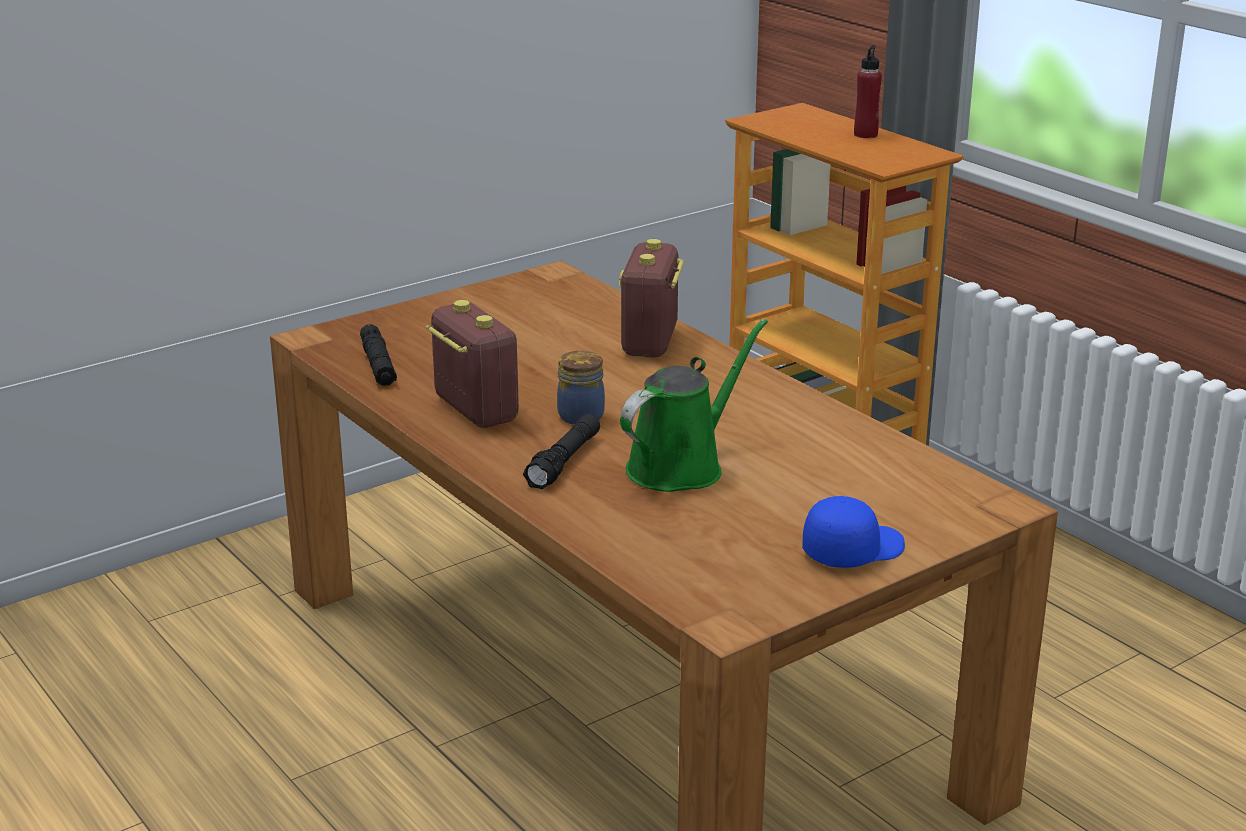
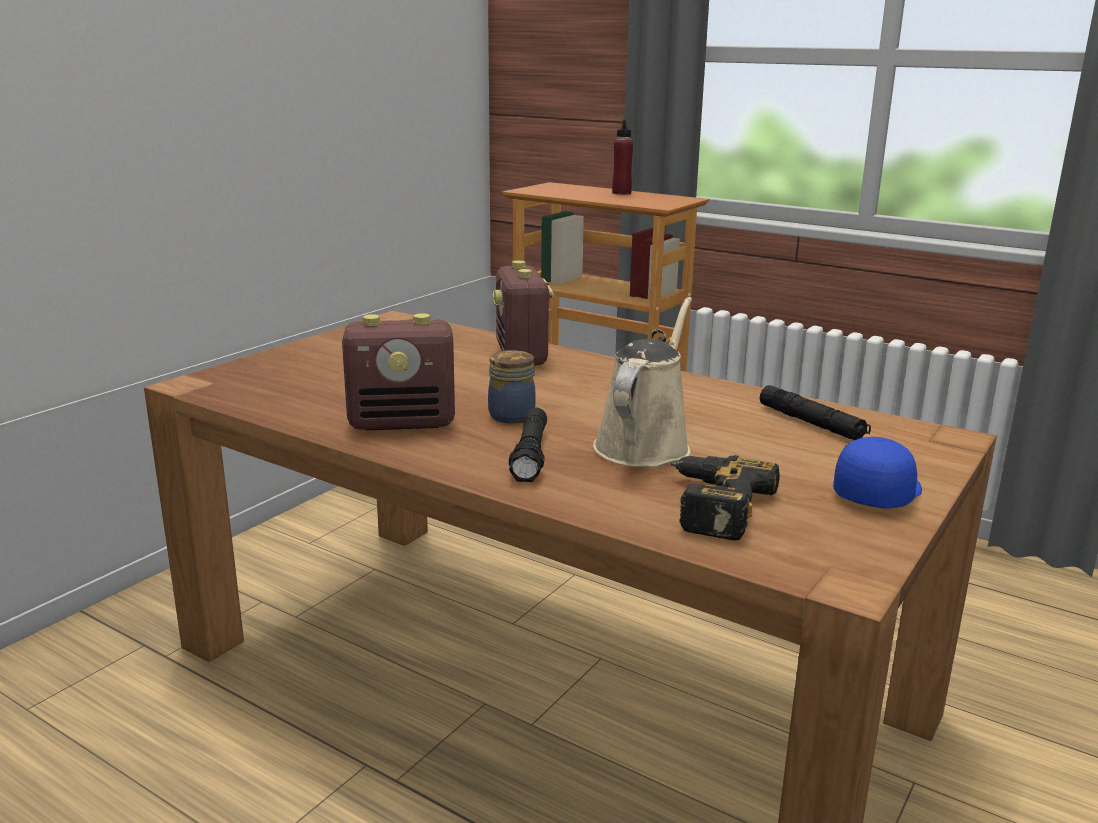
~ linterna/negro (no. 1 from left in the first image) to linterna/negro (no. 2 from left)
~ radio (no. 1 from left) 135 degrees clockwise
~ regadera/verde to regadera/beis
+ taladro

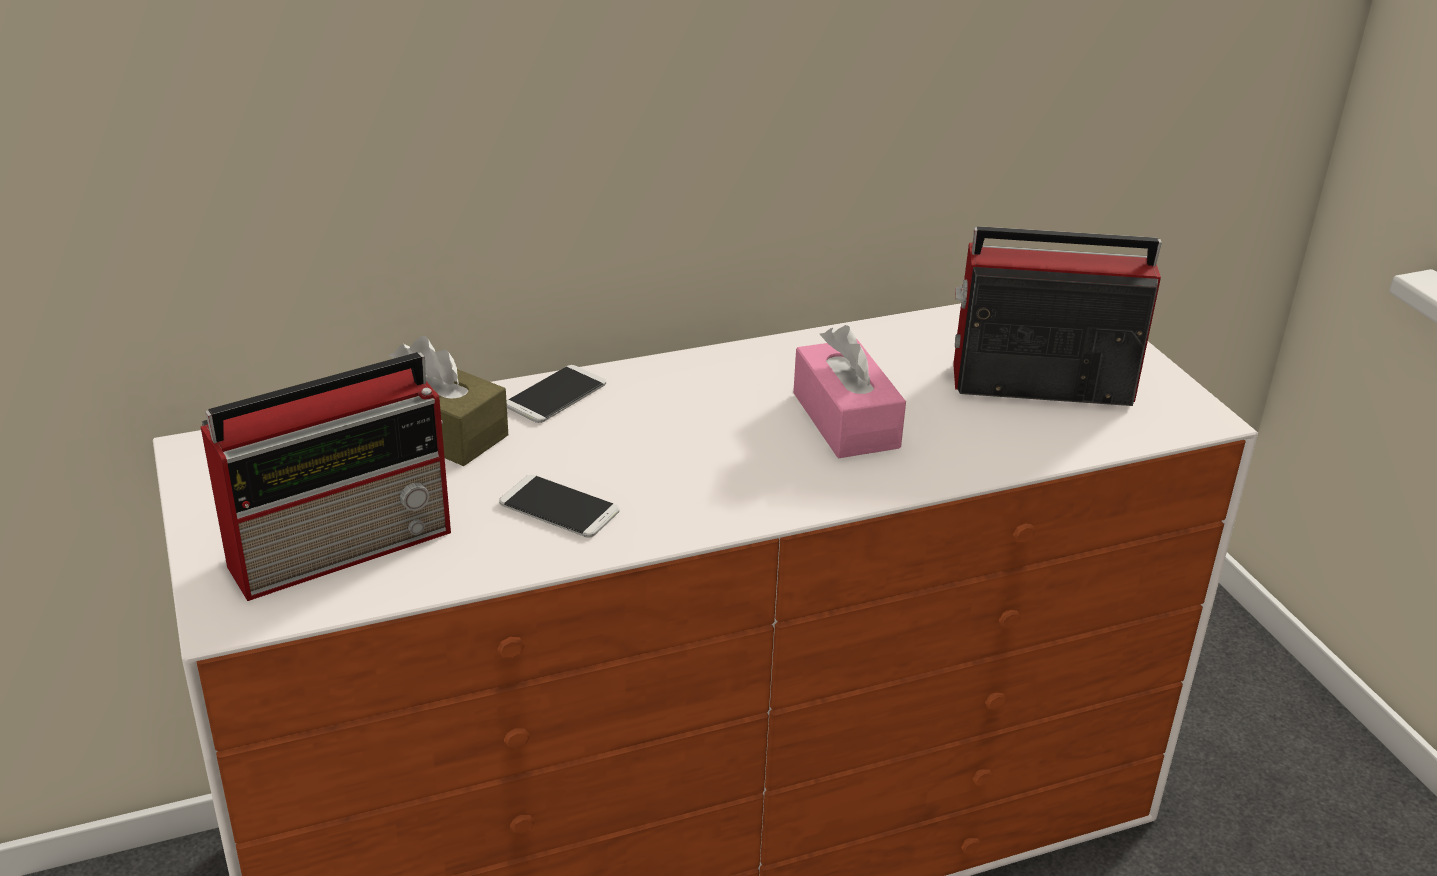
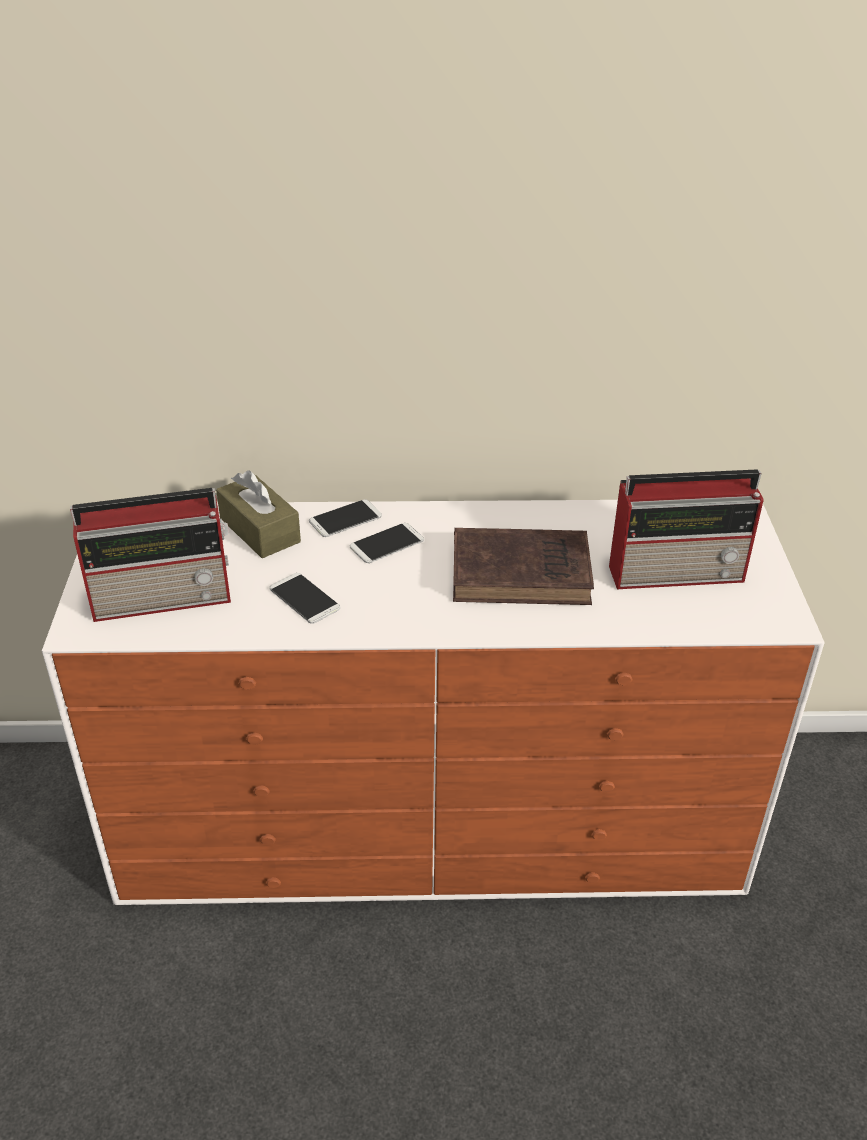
~ caja de pañuelos/rosa to libro/marrón
~ radio (no. 2 from left) 150 degrees clockwise
+ móvil (no. 3 from left)

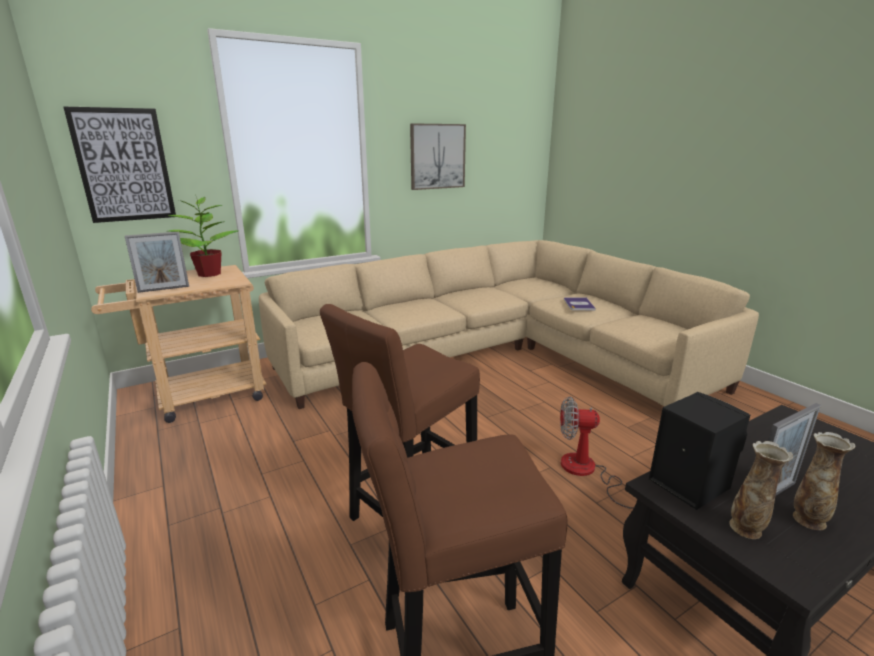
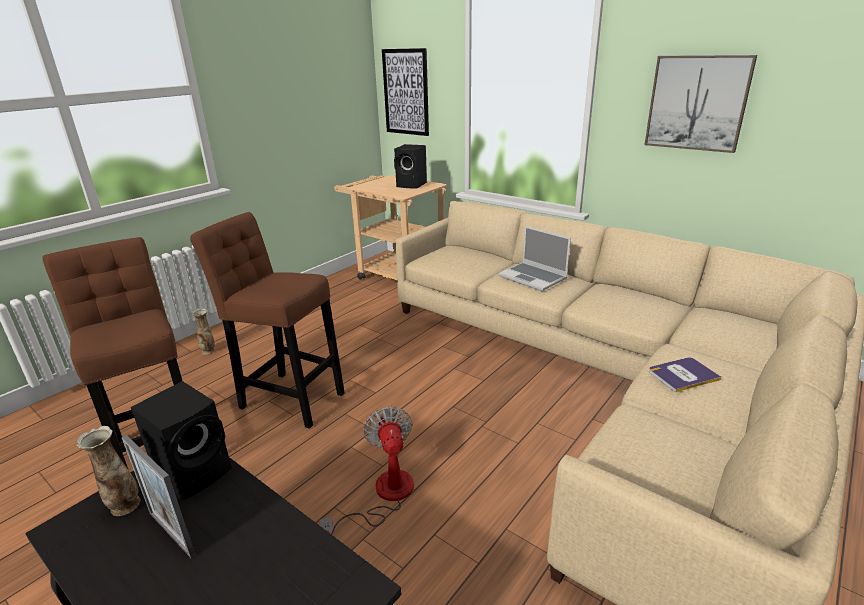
- portarretratos (no. 1 from left)
~ planta en maceta to altavoz/negro (no. 2 from left)
~ florero (no. 2 from left)
+ portátil

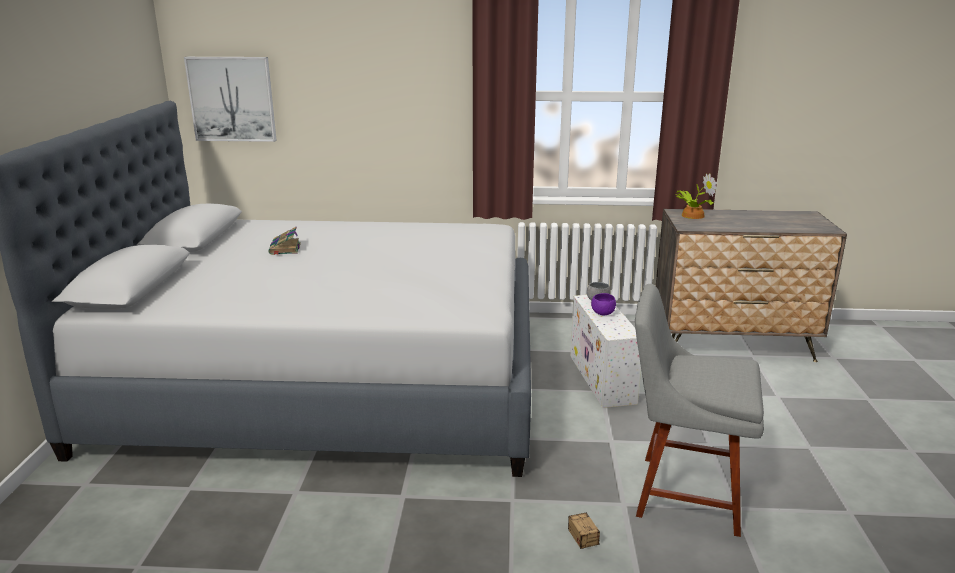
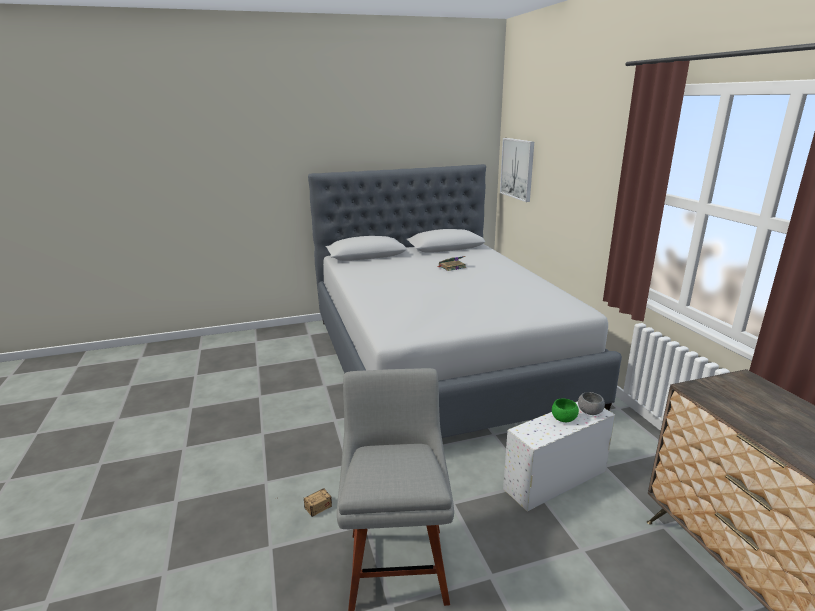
~ cuenco/morado to cuenco/verde
- planta en maceta

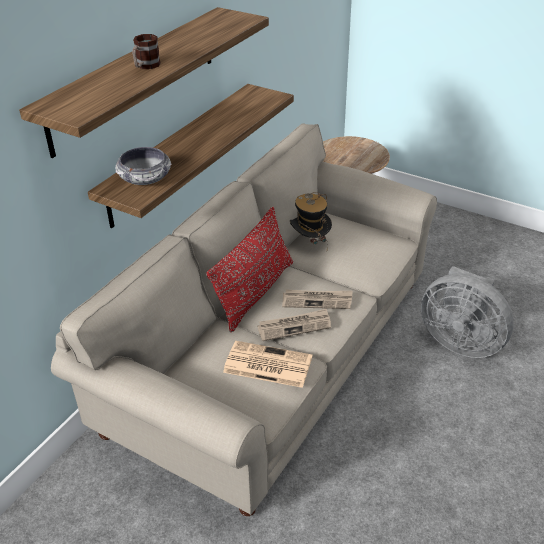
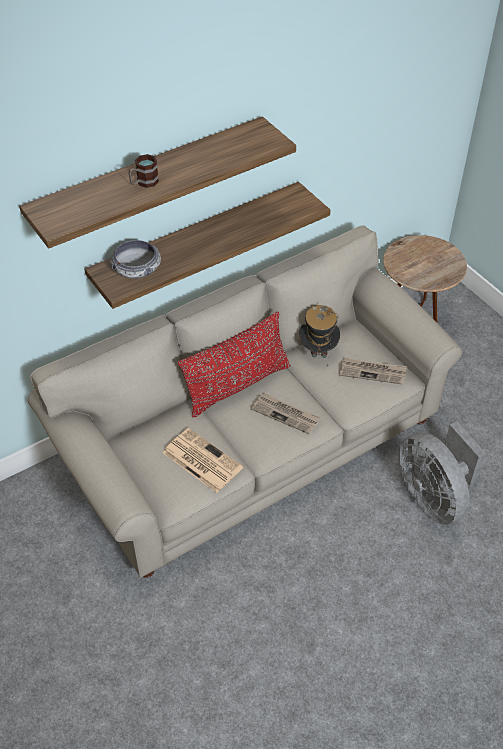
~ periódico (no. 2 from left in the first image) to periódico (no. 3 from left)

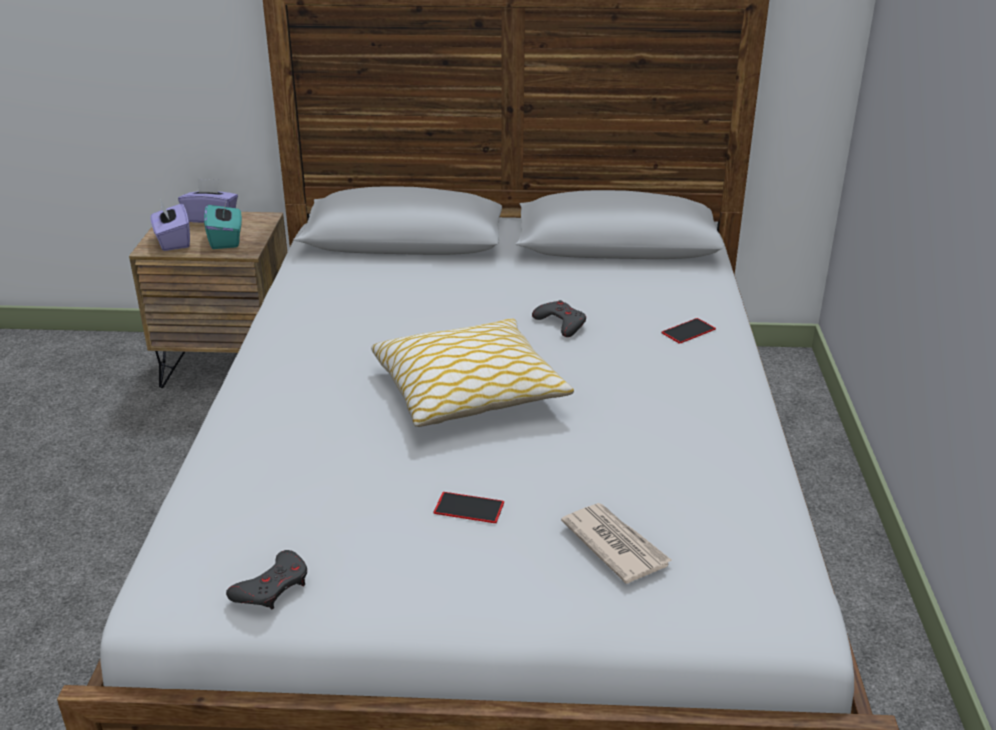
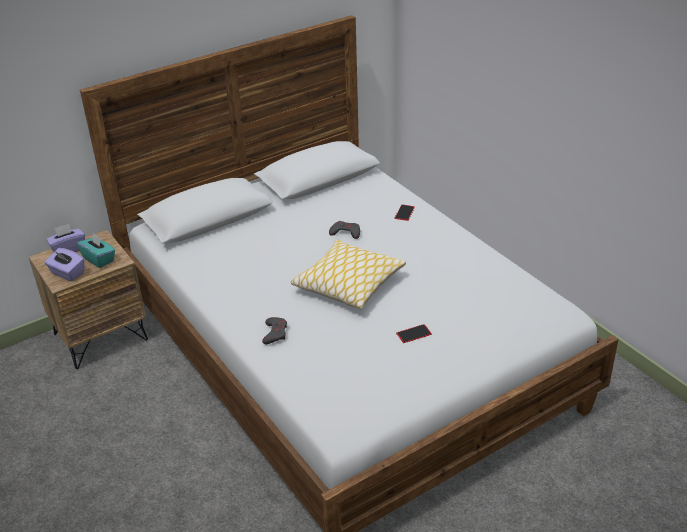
~ mando de consola/gris (no. 1 from left)
- periódico

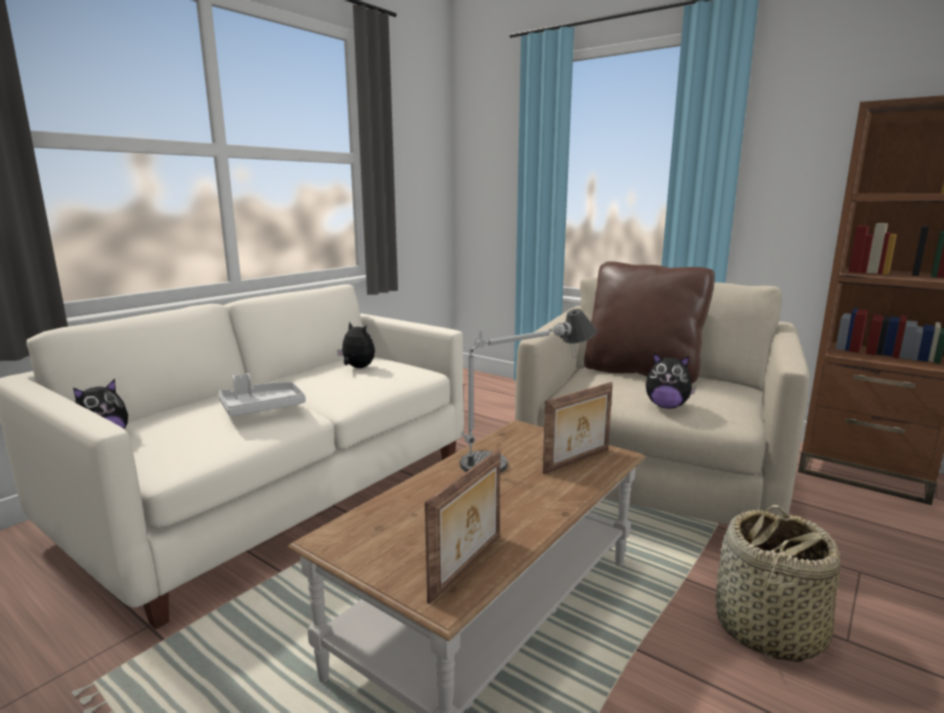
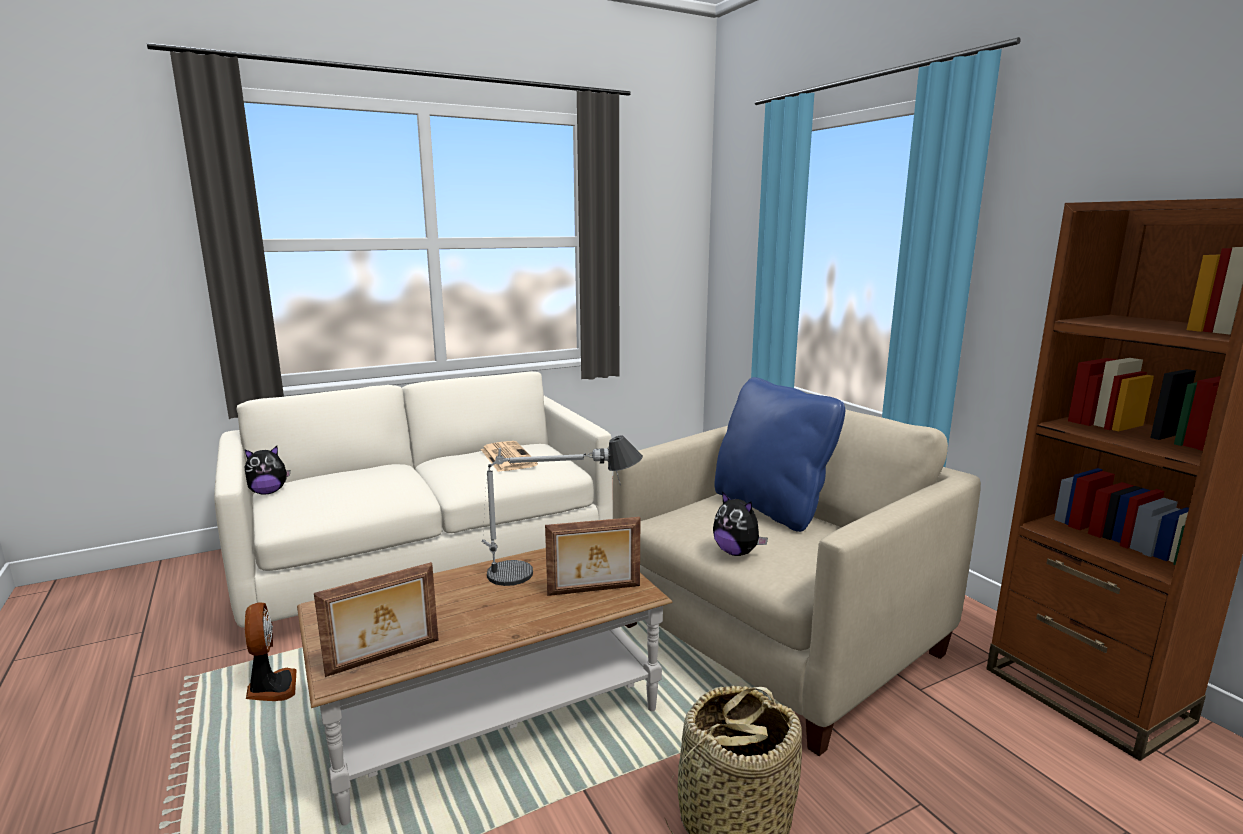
- bandeja/gris
~ peluche (no. 2 from left) to periódico
~ cojín/marrón to cojín/azul
+ ventilador

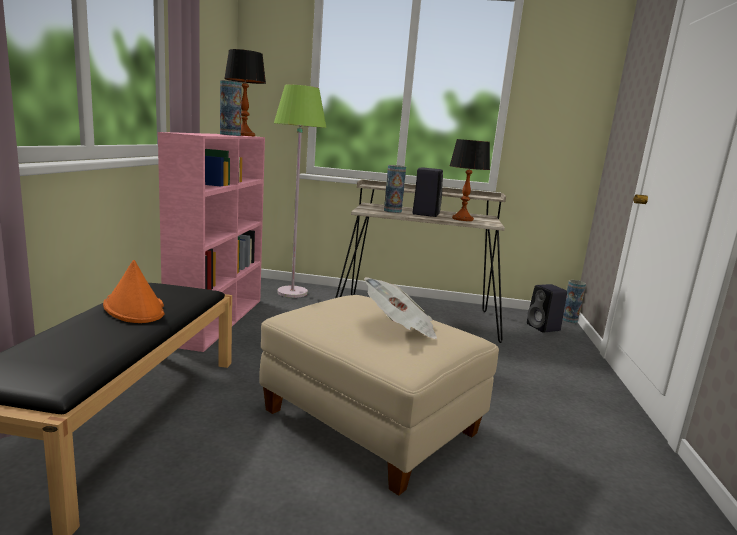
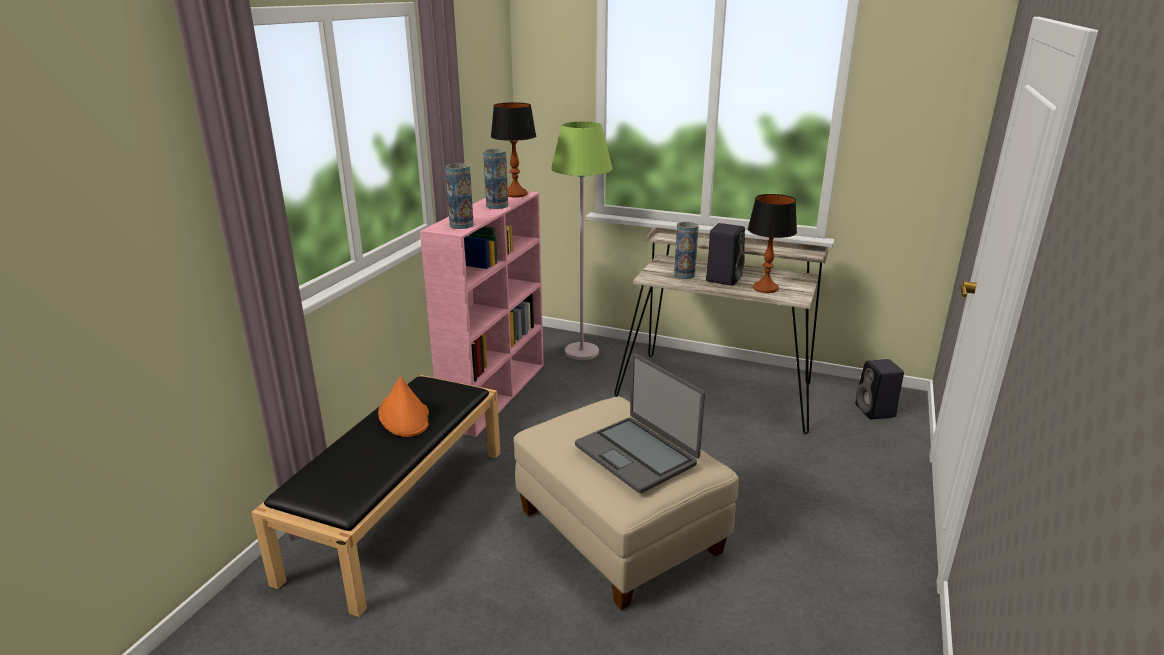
~ periódico to portátil
~ florero (no. 3 from left in the first image) to florero (no. 1 from left)

